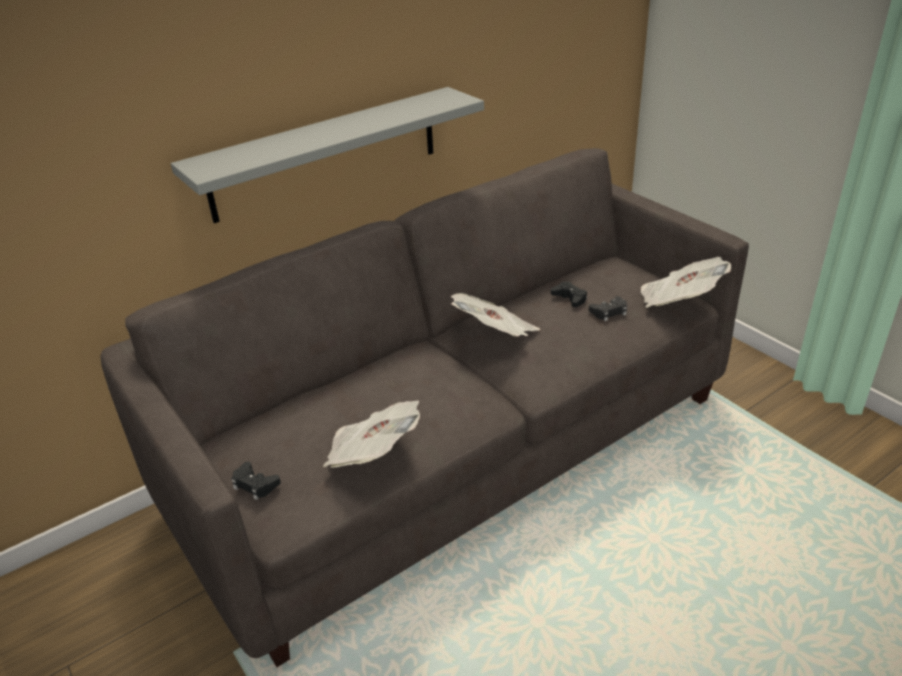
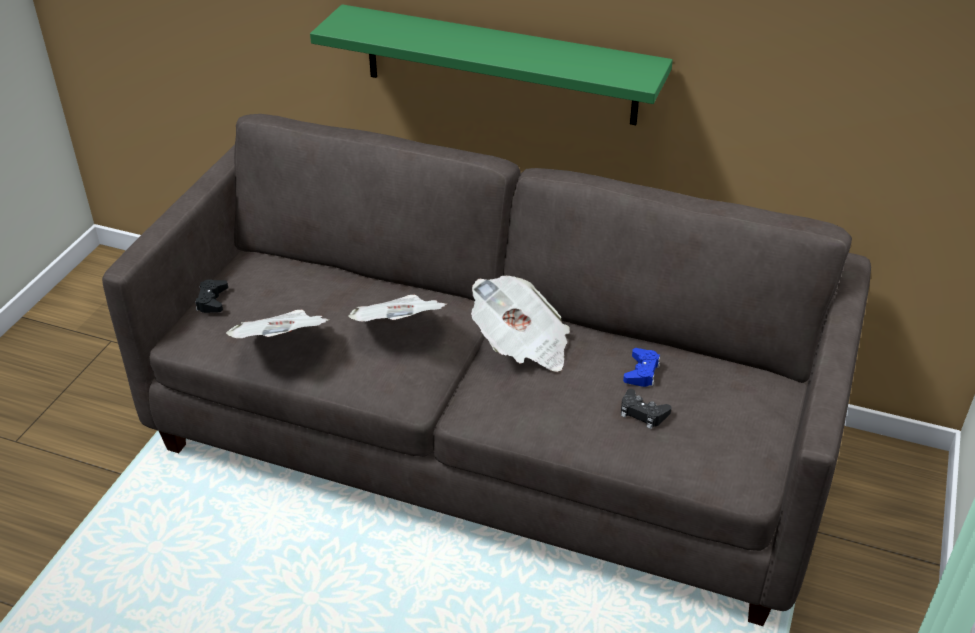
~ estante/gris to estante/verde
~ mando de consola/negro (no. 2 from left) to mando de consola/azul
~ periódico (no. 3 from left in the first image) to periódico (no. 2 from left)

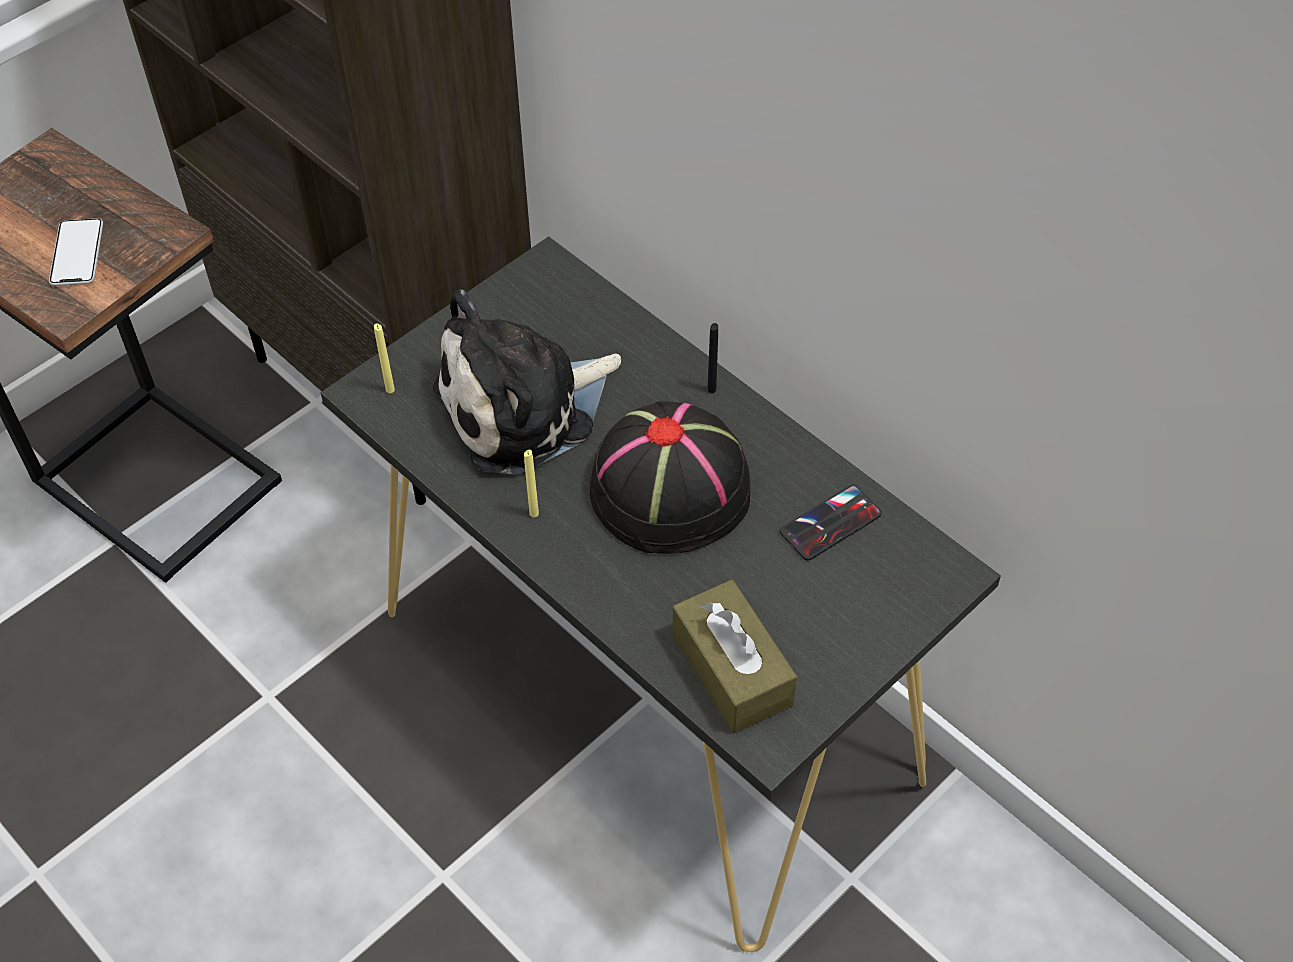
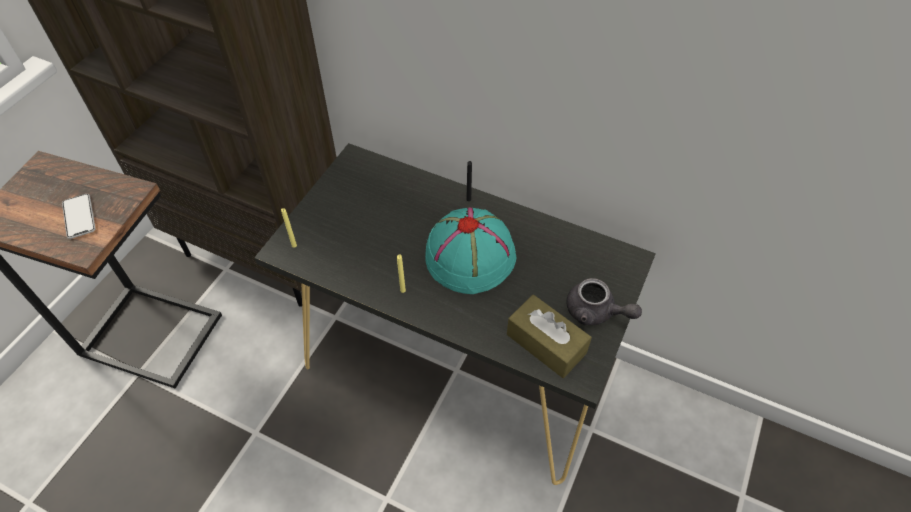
- peluche
~ sombrero/negro to sombrero/turquesa
- móvil (no. 2 from left)
+ tetera/gris

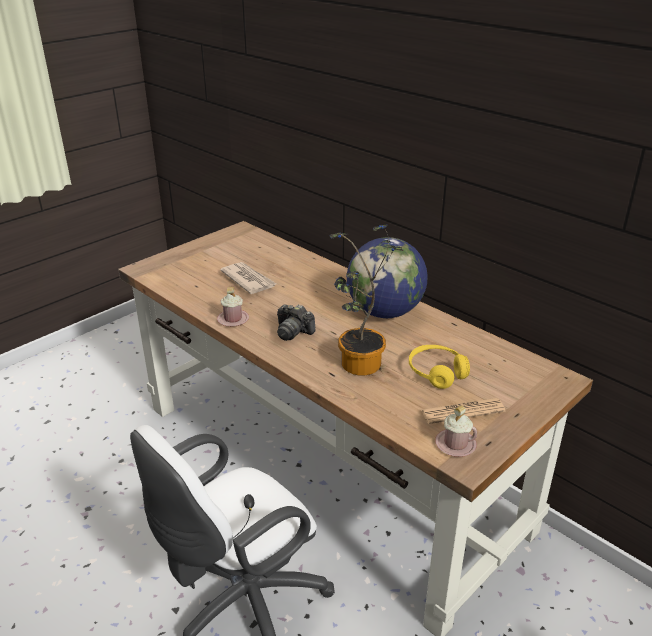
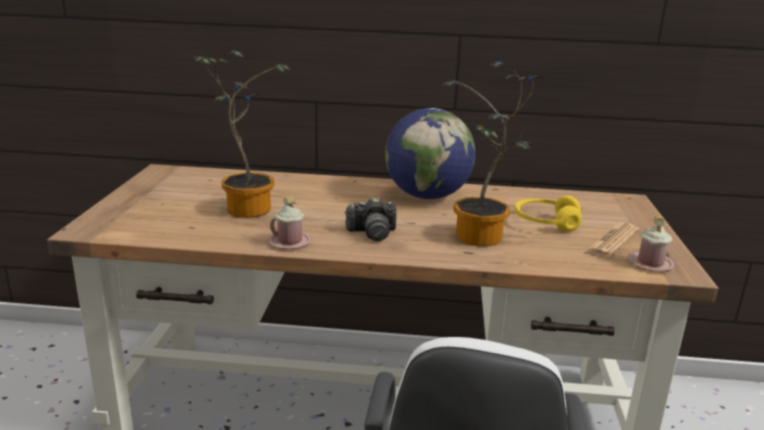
~ periódico (no. 1 from left) to planta en maceta (no. 1 from left)

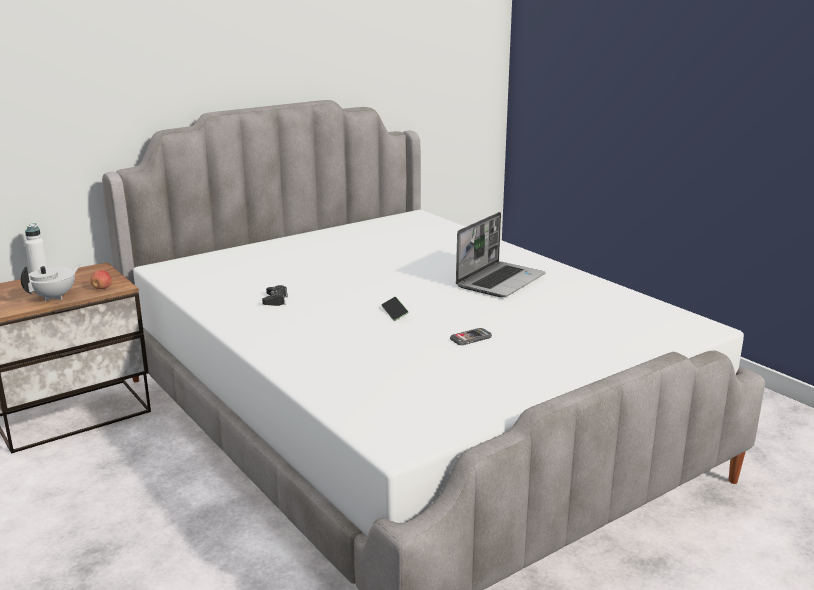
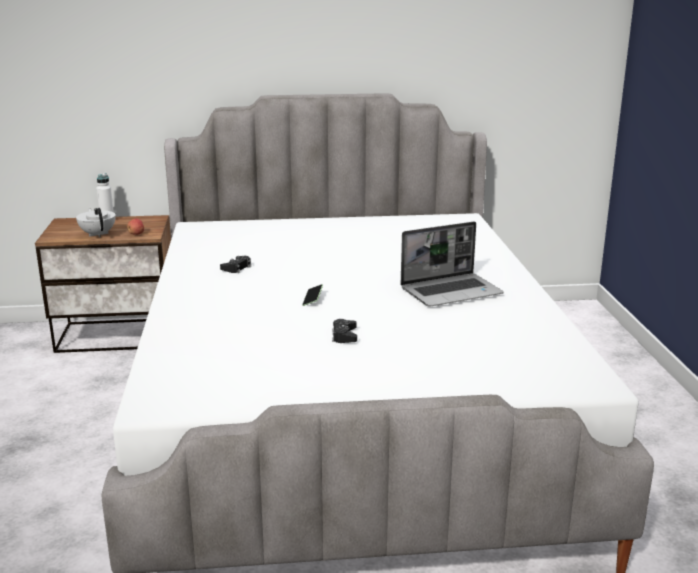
~ tetera/blanco 90 degrees counterclockwise
~ móvil (no. 2 from left) to mando de consola/negro (no. 2 from left)

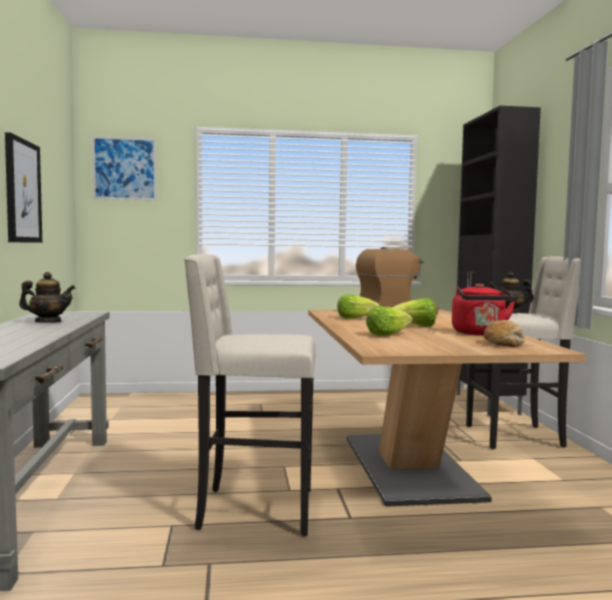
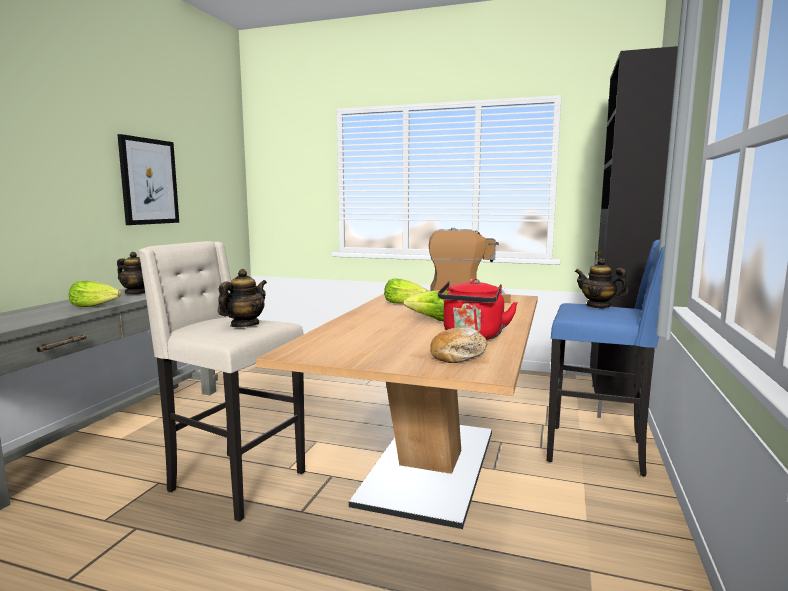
- cuadro (no. 2 from left)
~ lechuga (no. 2 from left in the first image) to lechuga (no. 1 from left)
~ taburete/beis (no. 2 from left) to taburete/azul
+ tetera (no. 2 from left)

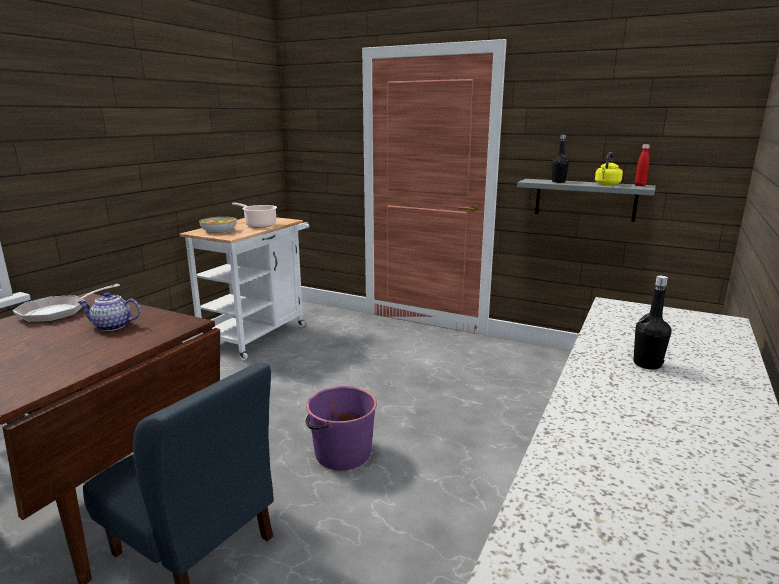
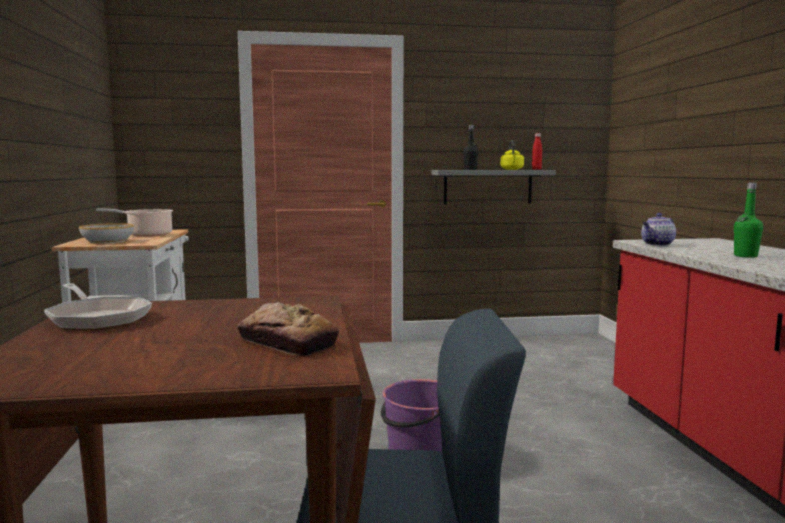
~ sartén 45 degrees counterclockwise
~ tetera
~ botella/negro (no. 2 from left) to botella/verde
+ pan

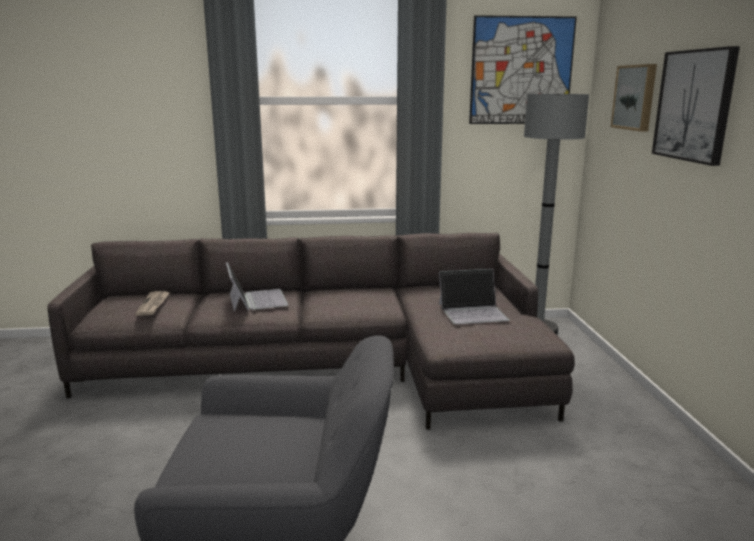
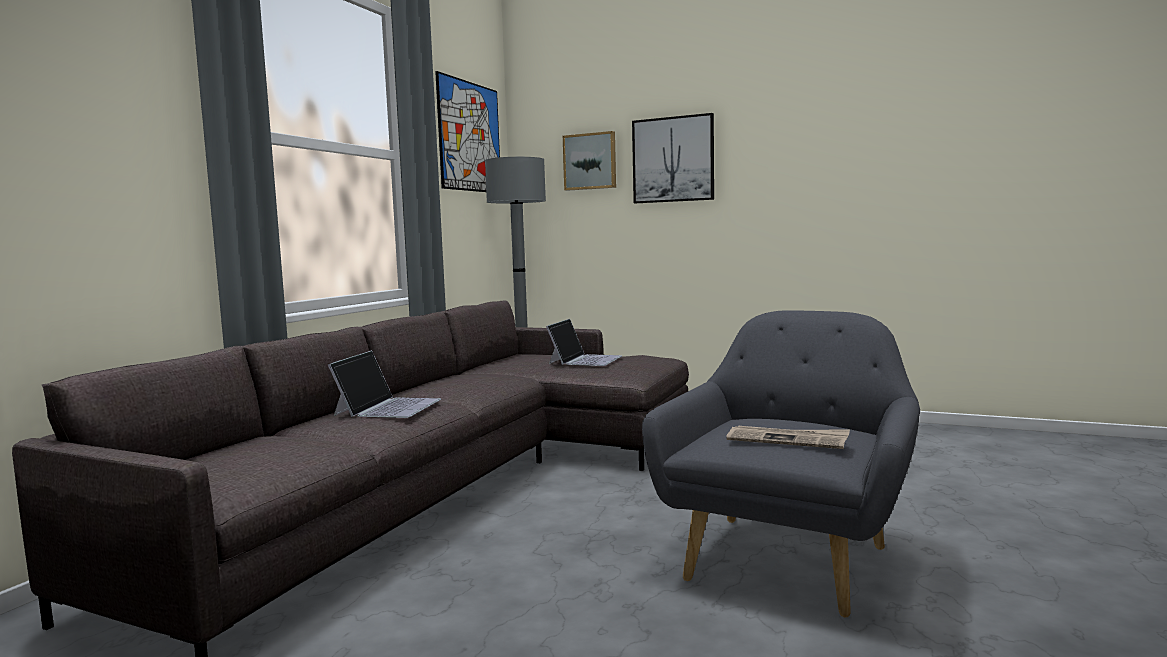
~ periódico
~ portátil (no. 1 from left) 90 degrees clockwise

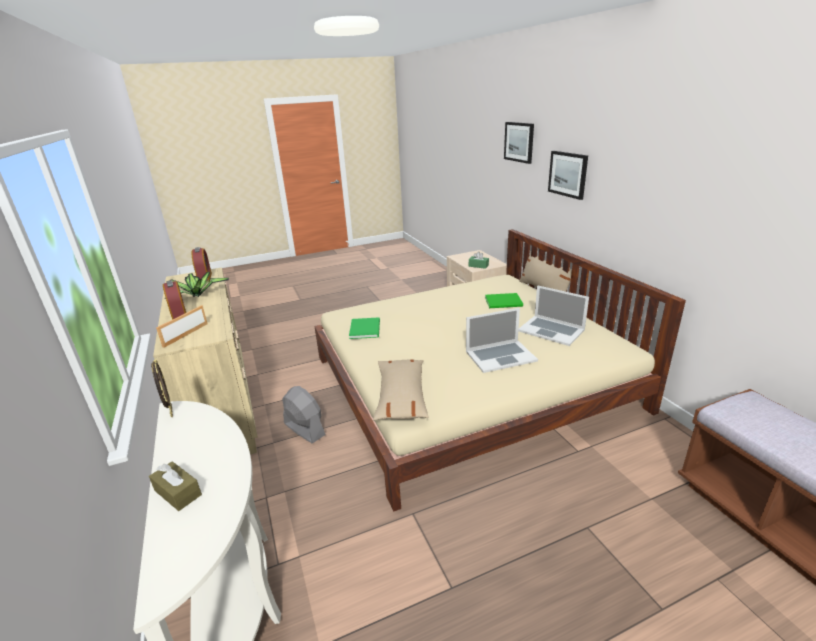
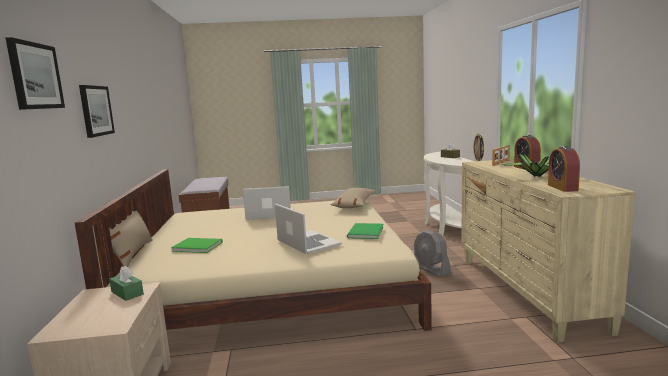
~ portátil (no. 2 from left)

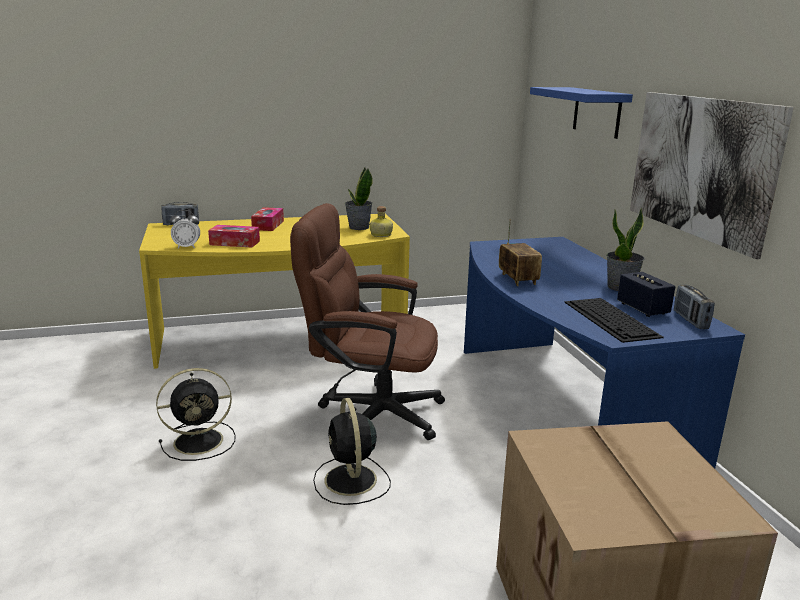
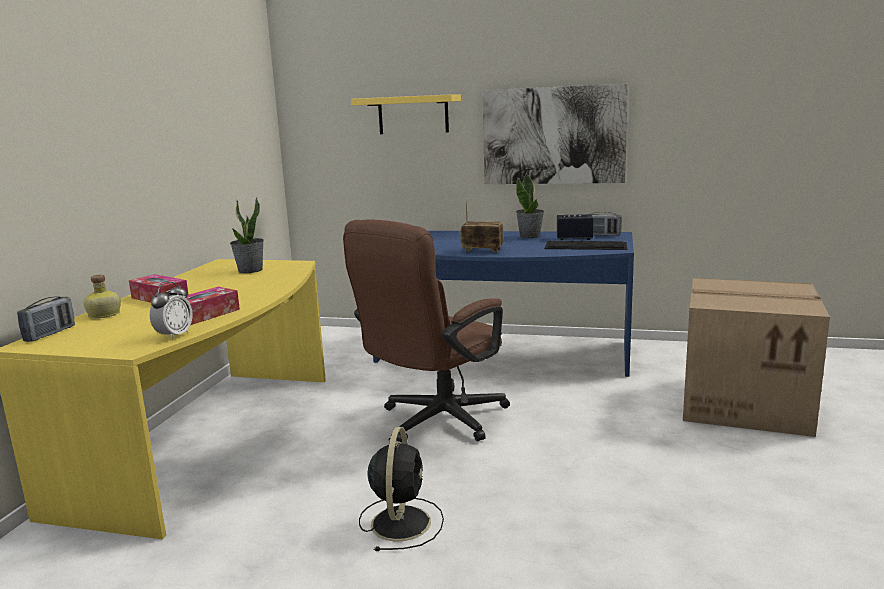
- ventilador/negro (no. 2 from left)
~ botella
~ estante/azul to estante/amarillo

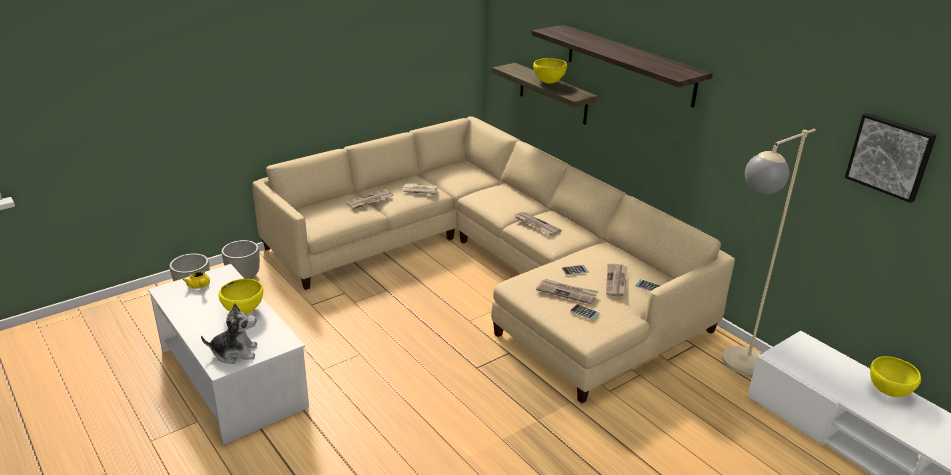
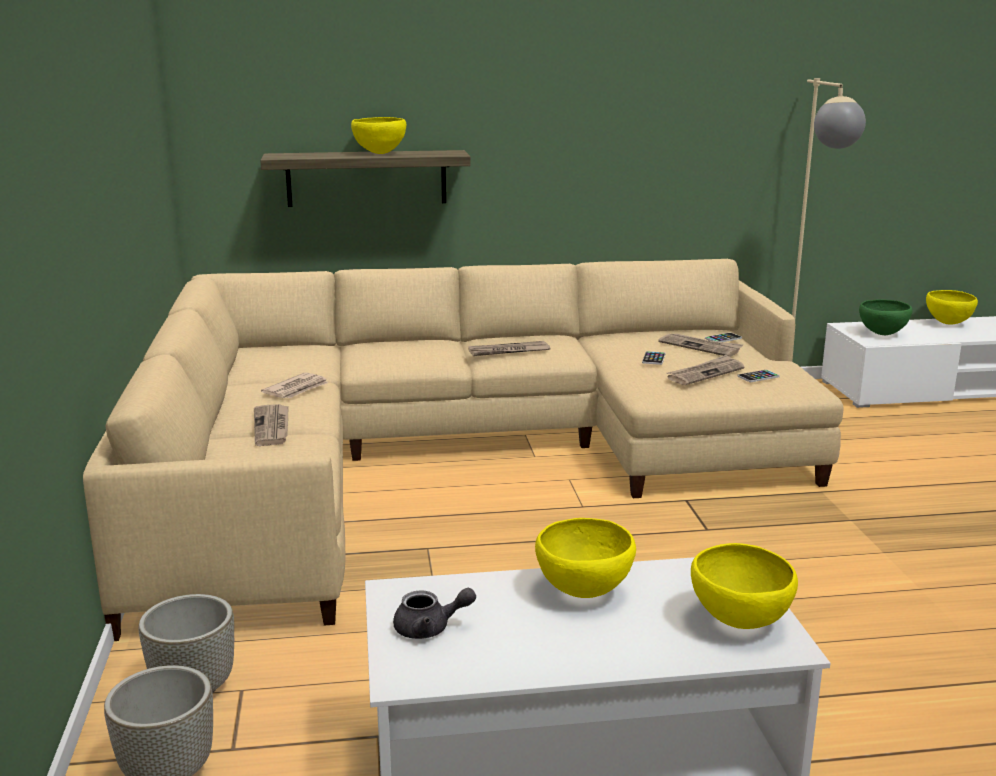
~ tetera/amarillo to tetera/gris
~ peluche to cuenco/amarillo (no. 3 from left)
- estante (no. 2 from left)
- cuadro
+ cuenco/verde

